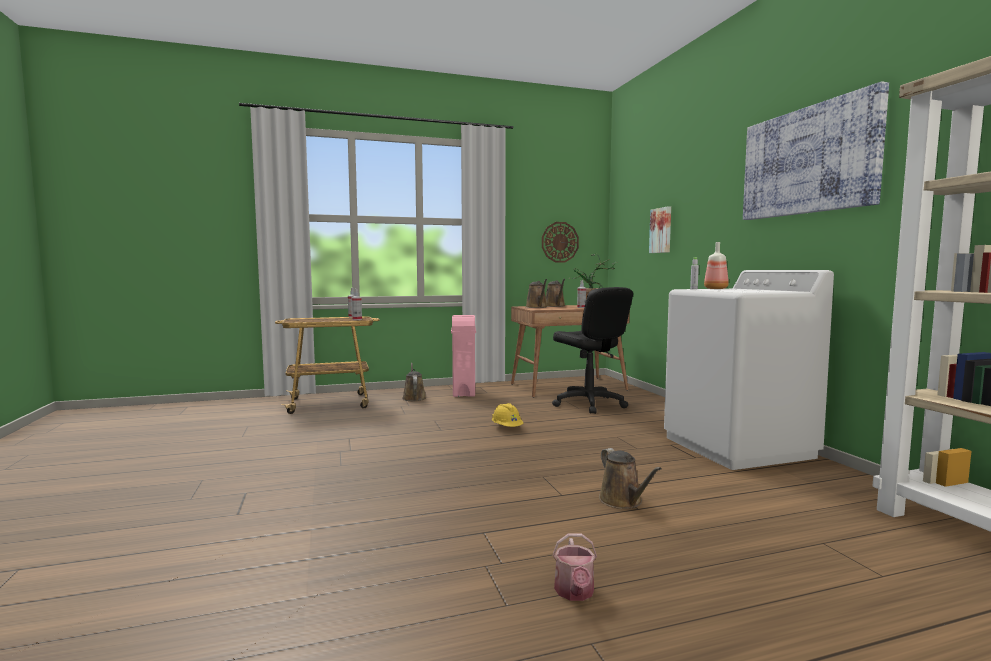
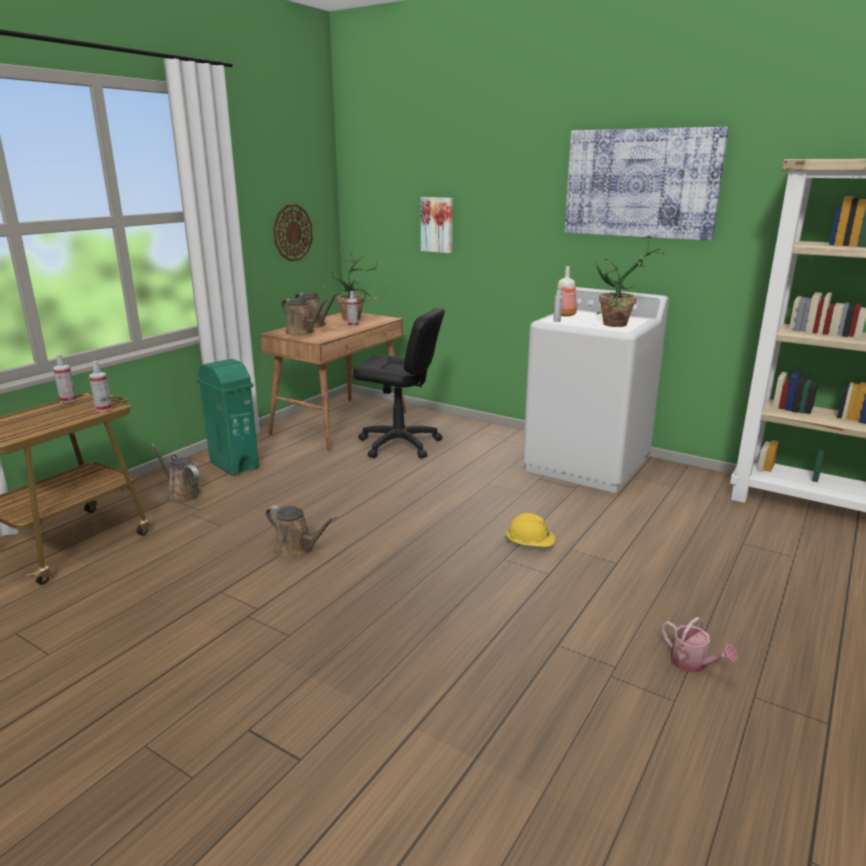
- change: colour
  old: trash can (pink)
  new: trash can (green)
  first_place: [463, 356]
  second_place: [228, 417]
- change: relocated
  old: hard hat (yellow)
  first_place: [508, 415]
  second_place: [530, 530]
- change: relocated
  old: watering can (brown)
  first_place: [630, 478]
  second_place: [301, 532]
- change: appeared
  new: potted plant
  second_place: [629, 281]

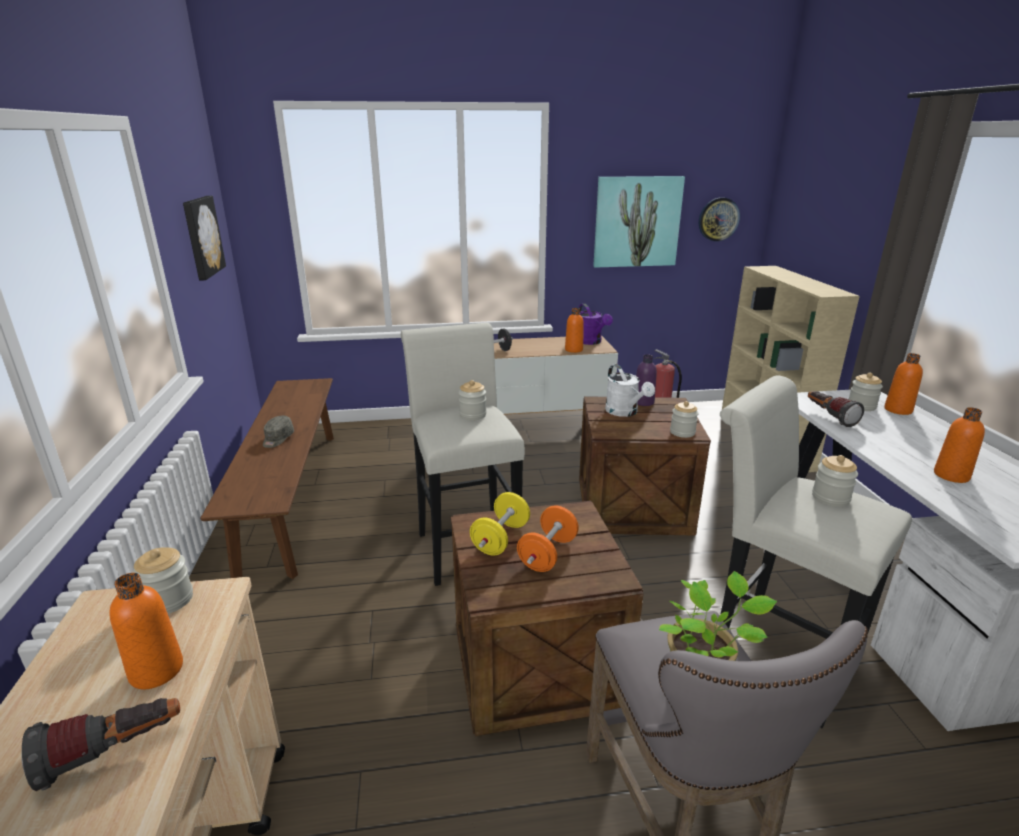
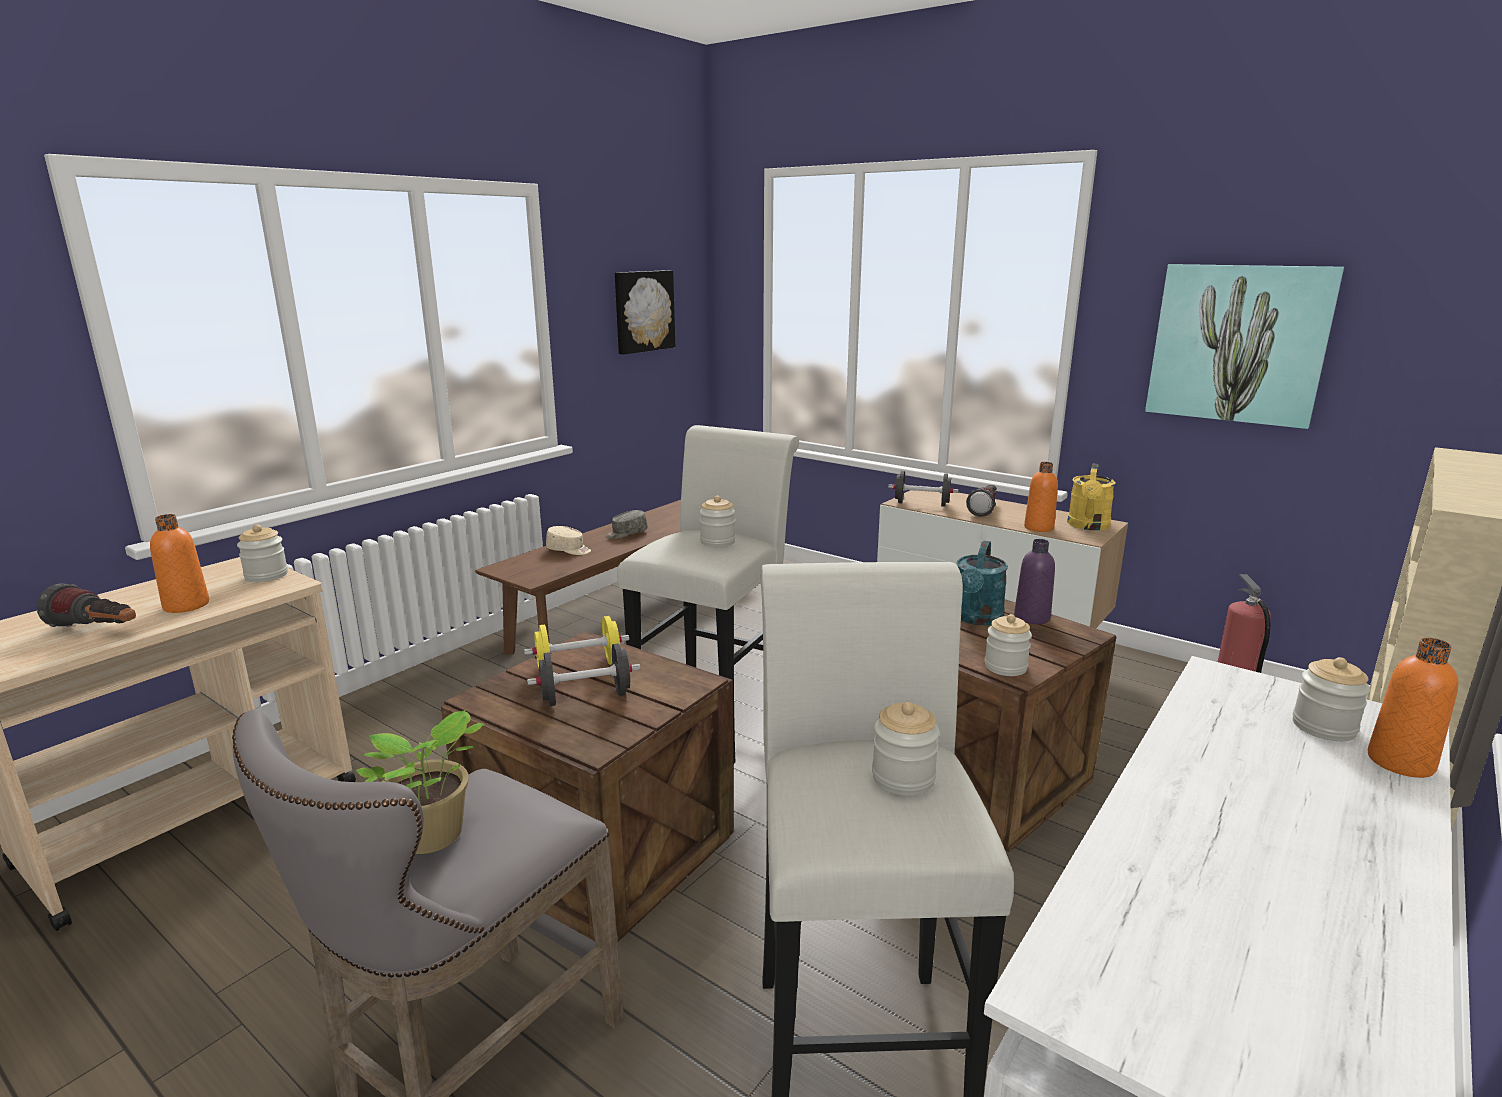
- change: missing
  old: wall clock
  first_place: [719, 219]
- change: colour
  old: watering can (purple)
  new: watering can (yellow)
  first_place: [596, 324]
  second_place: [1091, 496]
- change: colour
  old: watering can (white)
  new: watering can (turquoise)
  first_place: [630, 390]
  second_place: [982, 583]
- change: relocated
  old: flashlight
  first_place: [836, 409]
  second_place: [981, 501]
- change: missing
  old: bottle (orange)
  first_place: [959, 445]
- change: colour
  old: dumbbell (orange)
  new: dumbbell (black)
  first_place: [548, 539]
  second_place: [583, 674]
- change: appeared
  new: cap (beige)
  second_place: [568, 540]

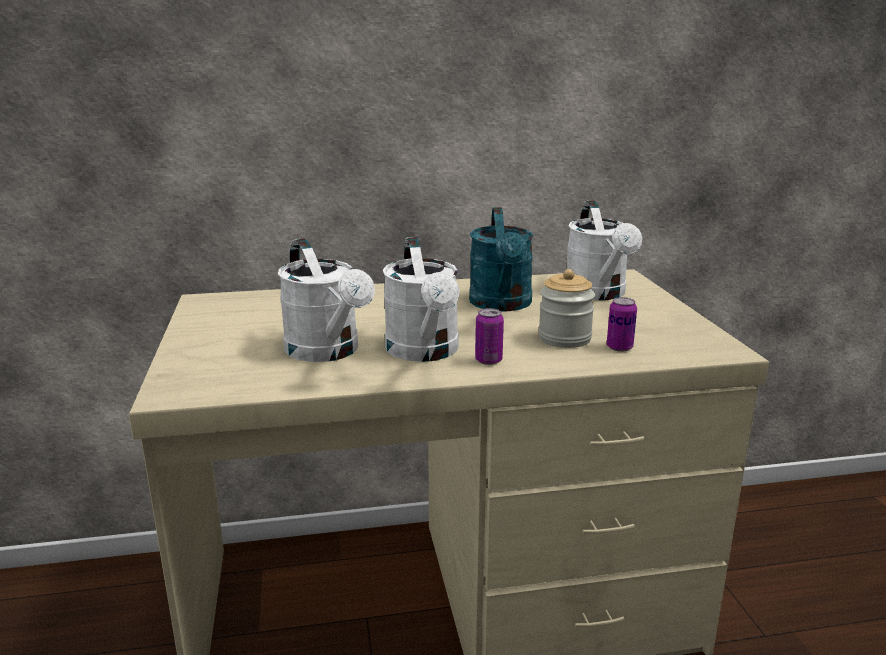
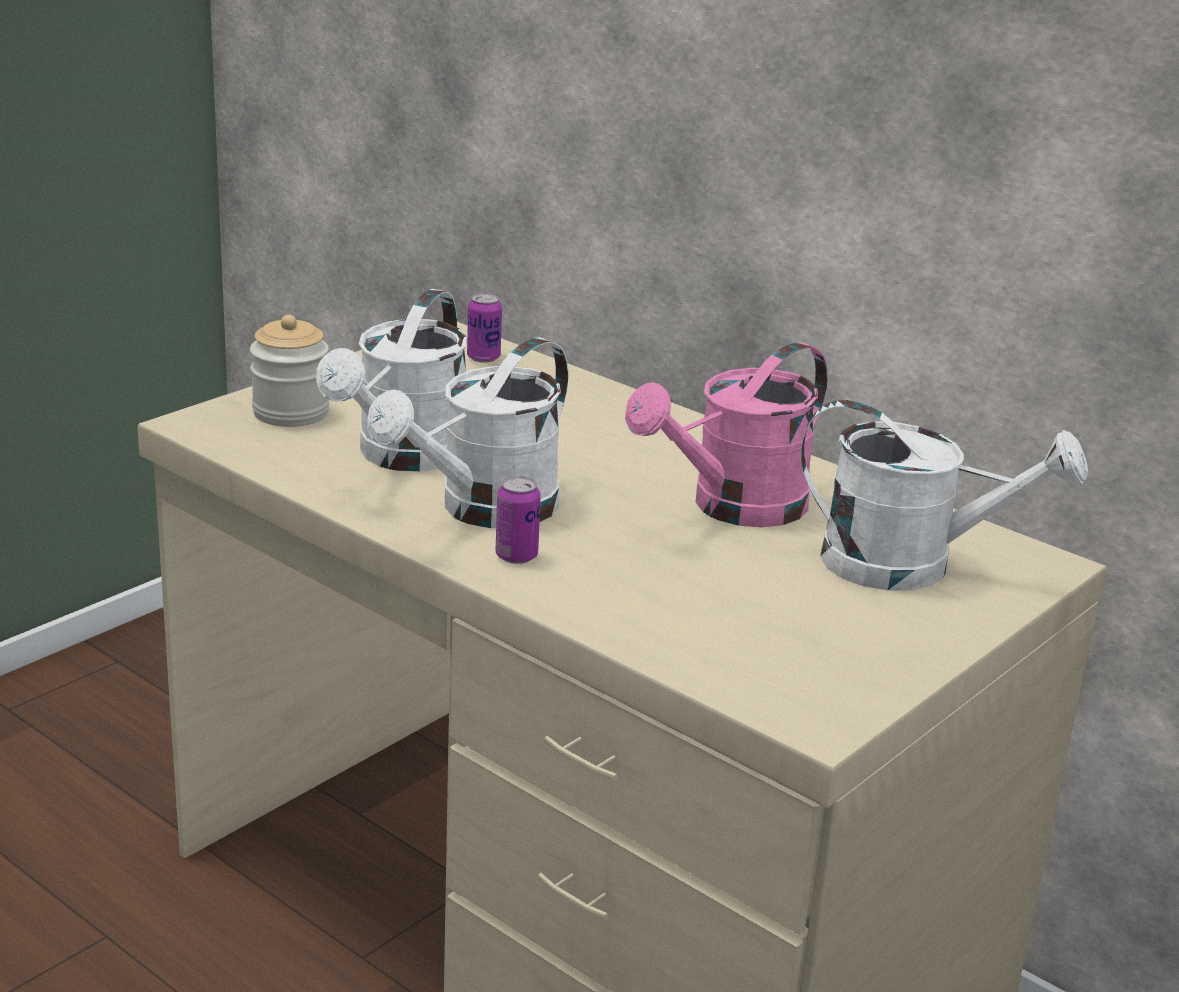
- change: spun
  old: watering can (white)
  first_place: [604, 250]
  second_place: [944, 495]
  degrees: -120
- change: colour
  old: watering can (turquoise)
  new: watering can (pink)
  first_place: [501, 260]
  second_place: [726, 434]
- change: relocated
  old: jar
  first_place: [566, 308]
  second_place: [290, 370]
- change: relocated
  old: can
  first_place: [622, 324]
  second_place: [484, 328]

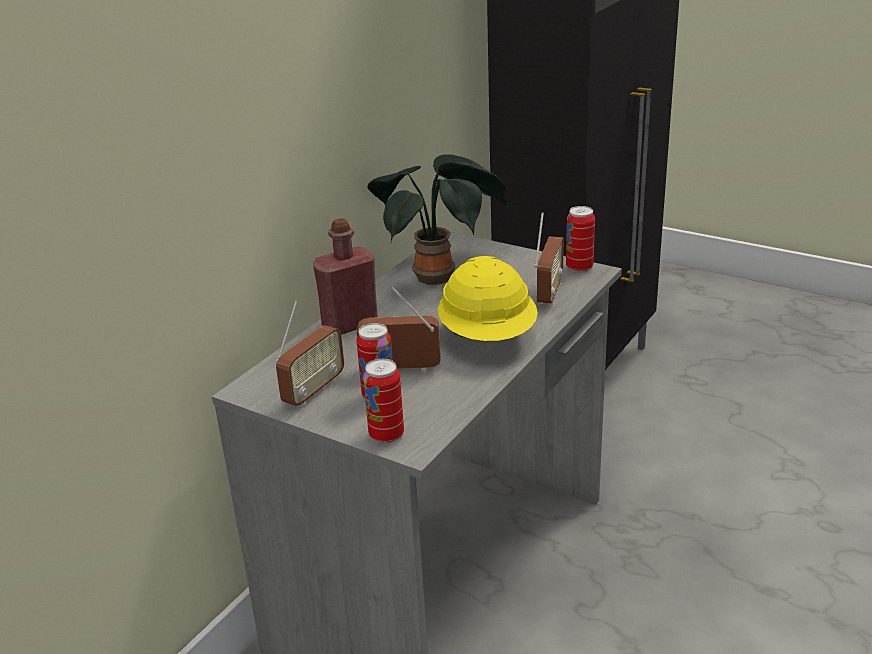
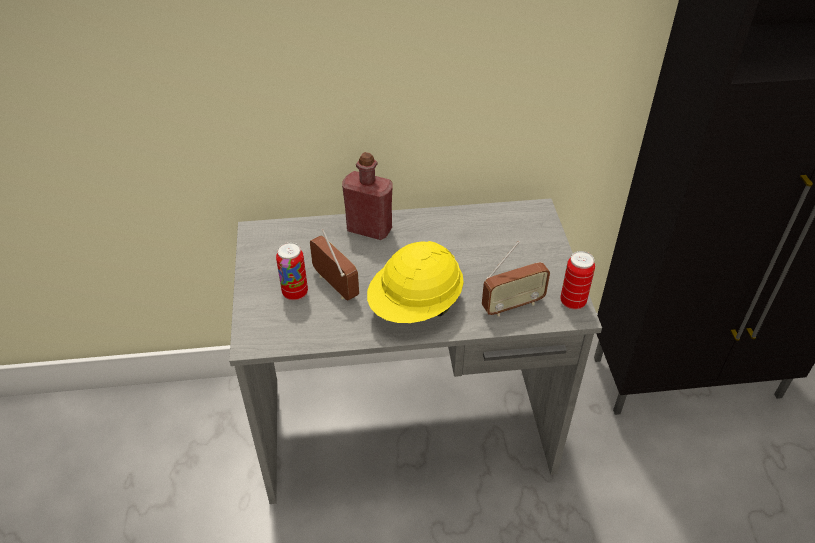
- change: missing
  old: potted plant
  first_place: [437, 219]
- change: missing
  old: radio
  first_place: [310, 353]
- change: missing
  old: can
  first_place: [383, 401]

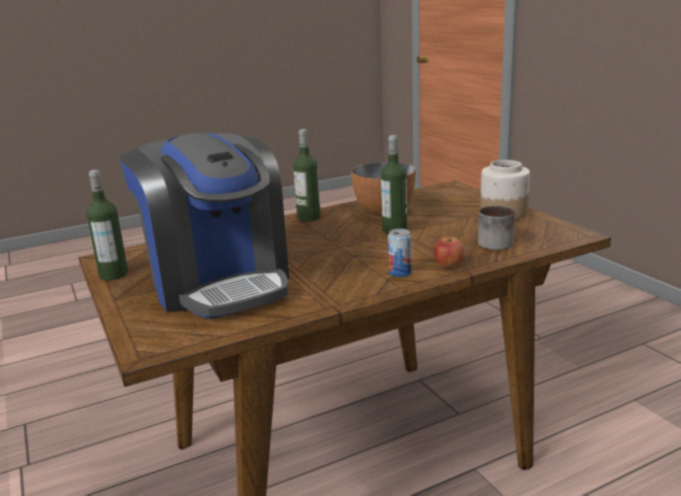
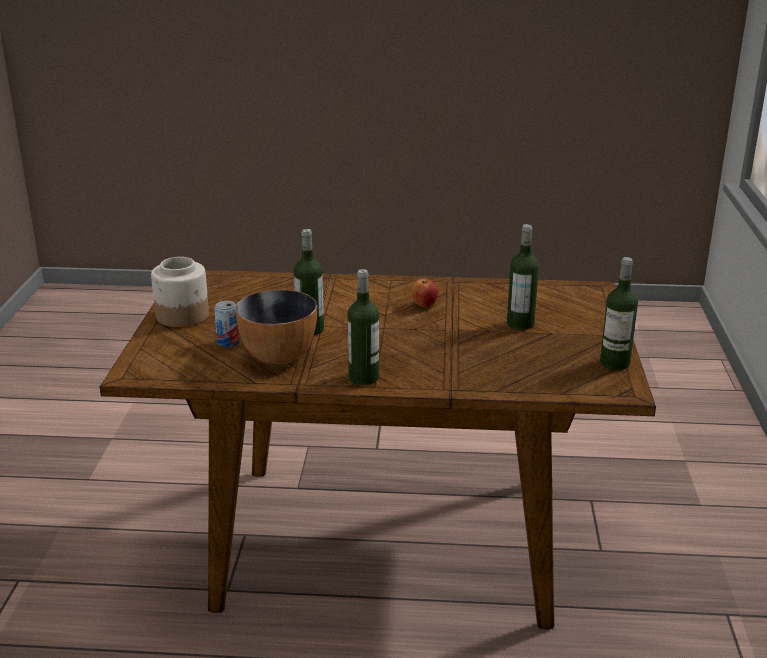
- change: exchanged
  old: coffee machine
  new: bottle
  first_place: [204, 226]
  second_place: [523, 277]
- change: missing
  old: mug
  first_place: [496, 228]
- change: relocated
  old: can
  first_place: [400, 253]
  second_place: [226, 323]
- change: relocated
  old: apple
  first_place: [449, 252]
  second_place: [424, 293]

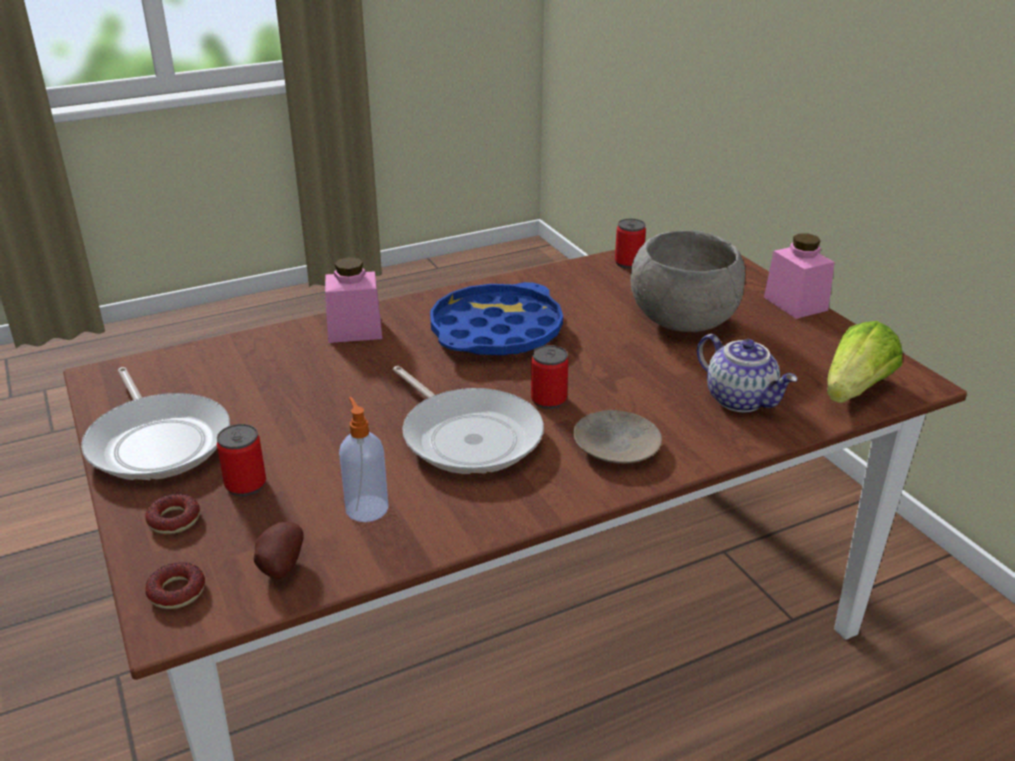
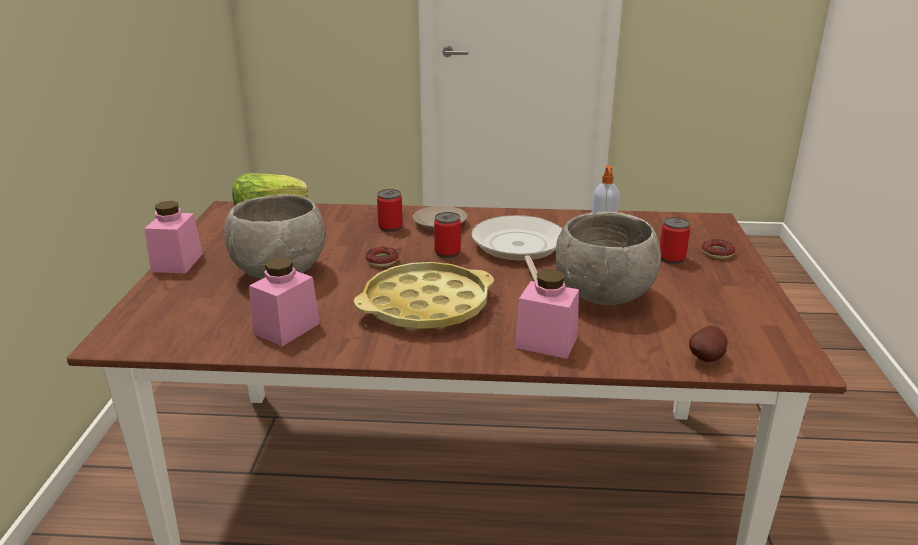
- change: relocated
  old: can
  first_place: [630, 244]
  second_place: [390, 210]
- change: colour
  old: tray (blue)
  new: tray (yellow)
  first_place: [496, 318]
  second_place: [424, 296]
- change: missing
  old: teapot
  first_place: [747, 373]
- change: missing
  old: frying pan
  first_place: [155, 424]
- change: relocated
  old: potato
  first_place: [279, 550]
  second_place: [708, 344]
- change: relocated
  old: donut
  first_place: [175, 585]
  second_place: [382, 257]
- change: appeared
  new: bowl (grey)
  second_place: [608, 258]
- change: appeared
  new: jar (pink)
  second_place: [284, 301]

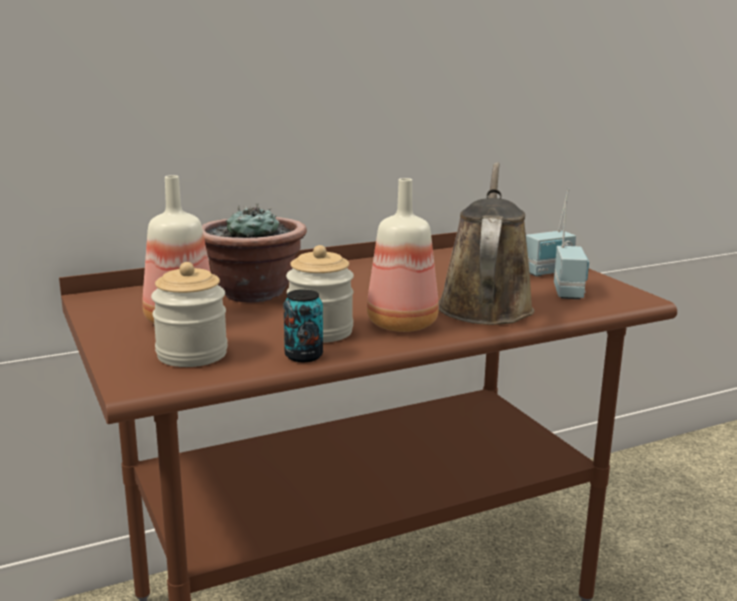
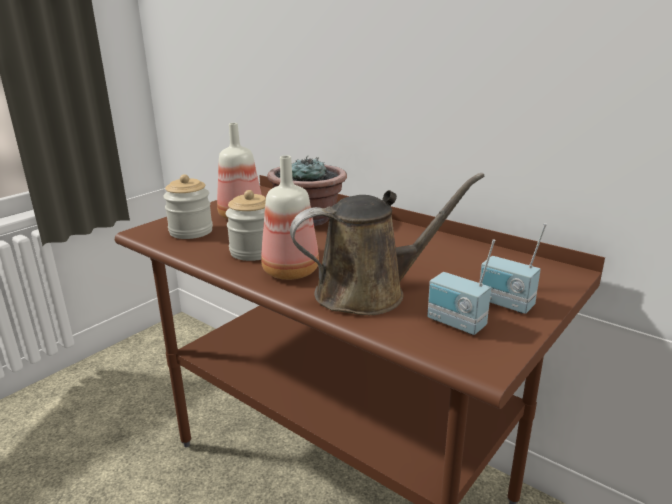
- change: spun
  old: radio
  first_place: [571, 250]
  second_place: [461, 287]
  degrees: 60
- change: missing
  old: can
  first_place: [303, 325]

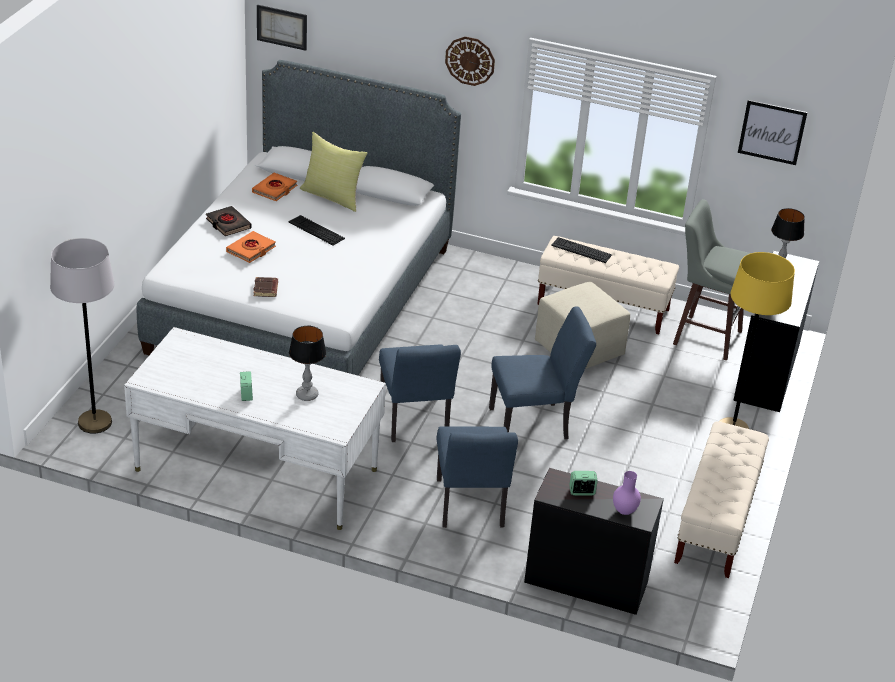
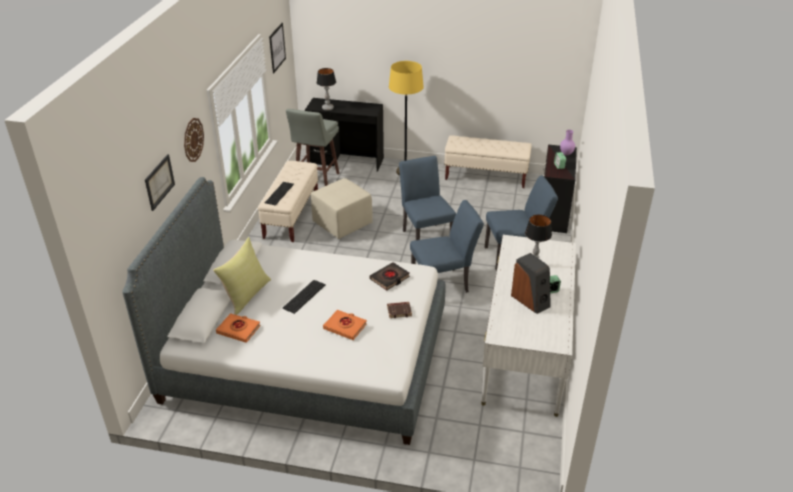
- change: relocated
  old: picture
  first_place: [282, 28]
  second_place: [160, 182]
- change: relocated
  old: book (black)
  first_place: [229, 221]
  second_place: [389, 276]
- change: missing
  old: floor lamp (grey)
  first_place: [82, 336]
- change: appeared
  new: speaker
  second_place: [531, 283]

